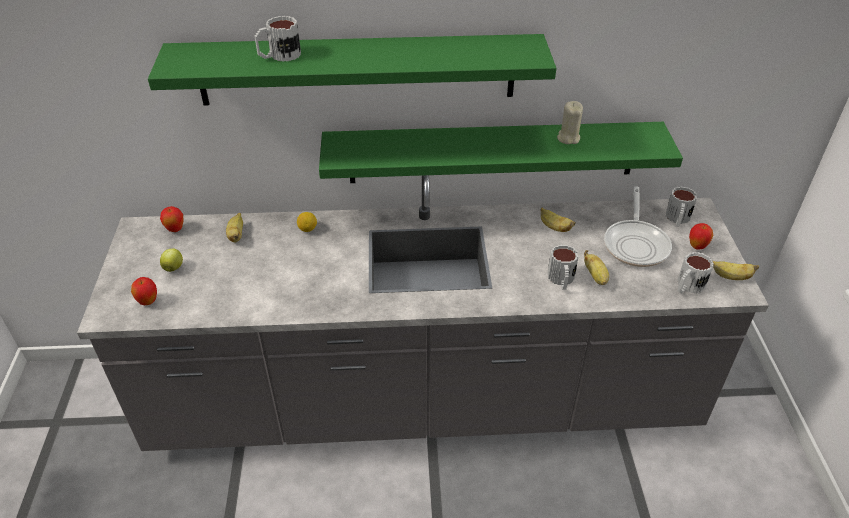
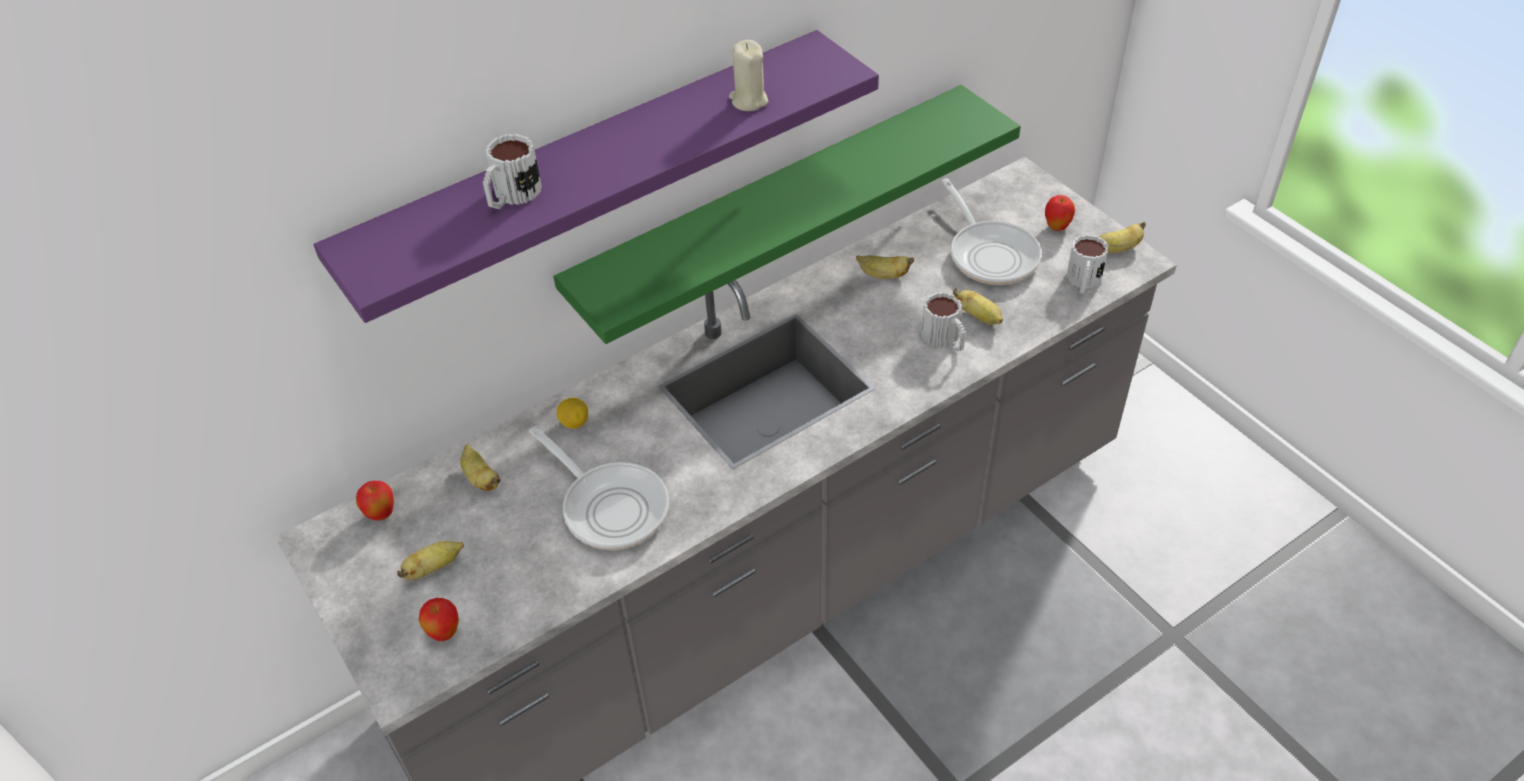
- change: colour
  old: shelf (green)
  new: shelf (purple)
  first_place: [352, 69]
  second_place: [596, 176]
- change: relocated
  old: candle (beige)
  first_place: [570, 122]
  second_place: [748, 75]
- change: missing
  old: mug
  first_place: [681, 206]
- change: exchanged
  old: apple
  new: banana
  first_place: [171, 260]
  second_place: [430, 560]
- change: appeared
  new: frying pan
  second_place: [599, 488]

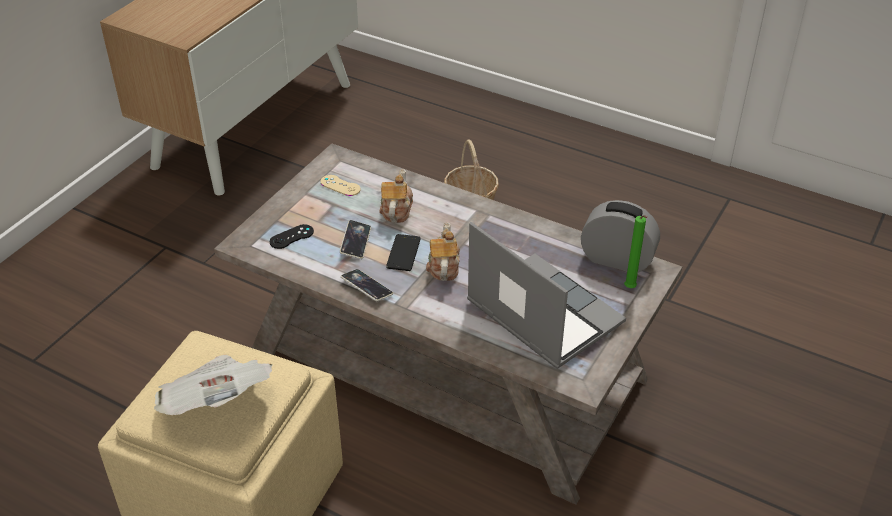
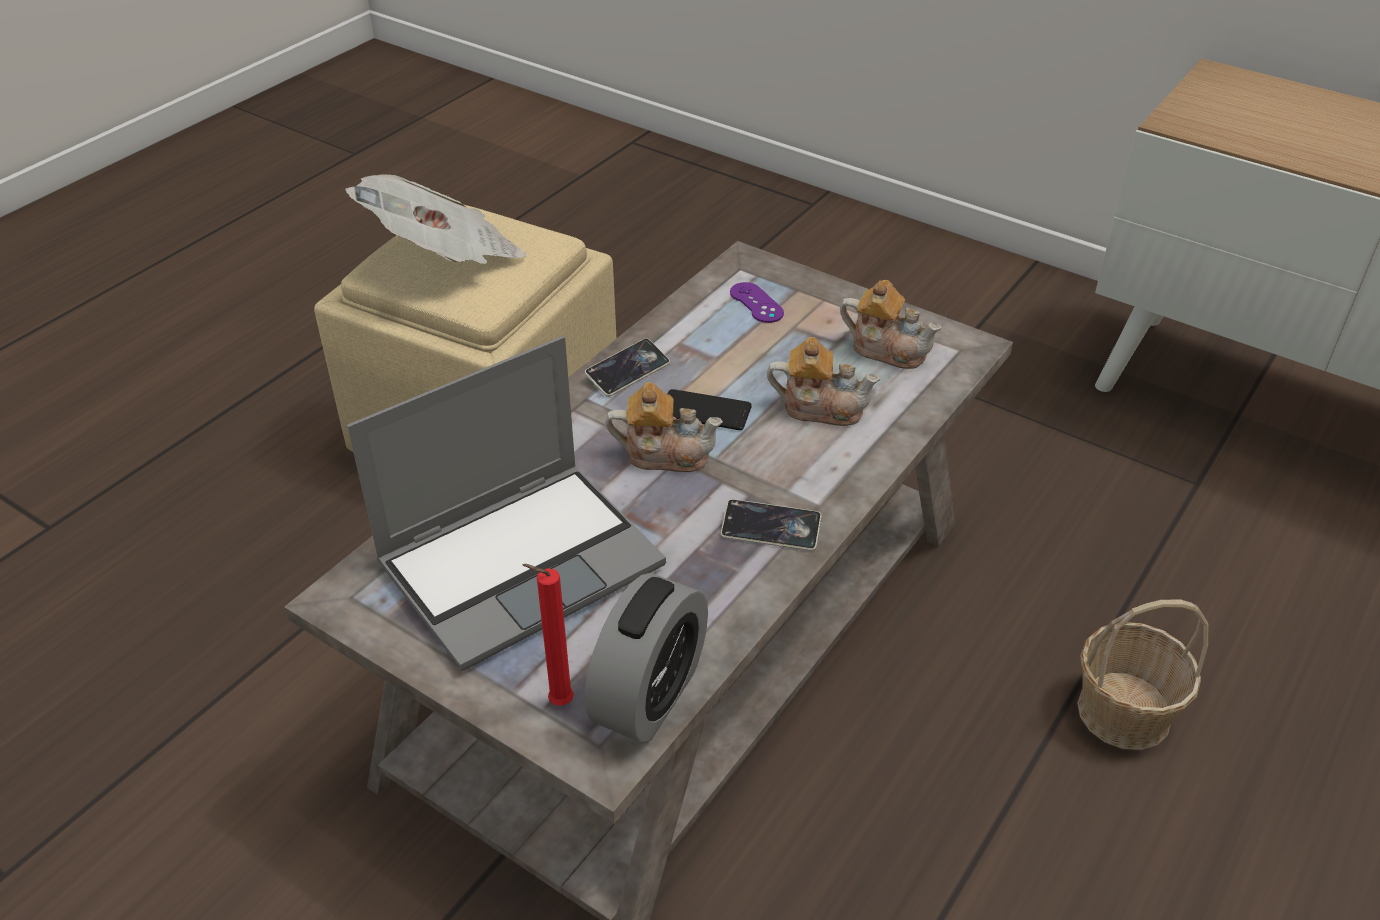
- change: exchanged
  old: game controller (beige)
  new: teapot
  first_place: [341, 185]
  second_place: [890, 324]
- change: colour
  old: candle (green)
  new: candle (red)
  first_place: [635, 251]
  second_place: [548, 635]
- change: relocated
  old: phone
  first_place: [355, 239]
  second_place: [771, 525]
- change: colour
  old: game controller (black)
  new: game controller (purple)
  first_place: [292, 236]
  second_place: [757, 302]

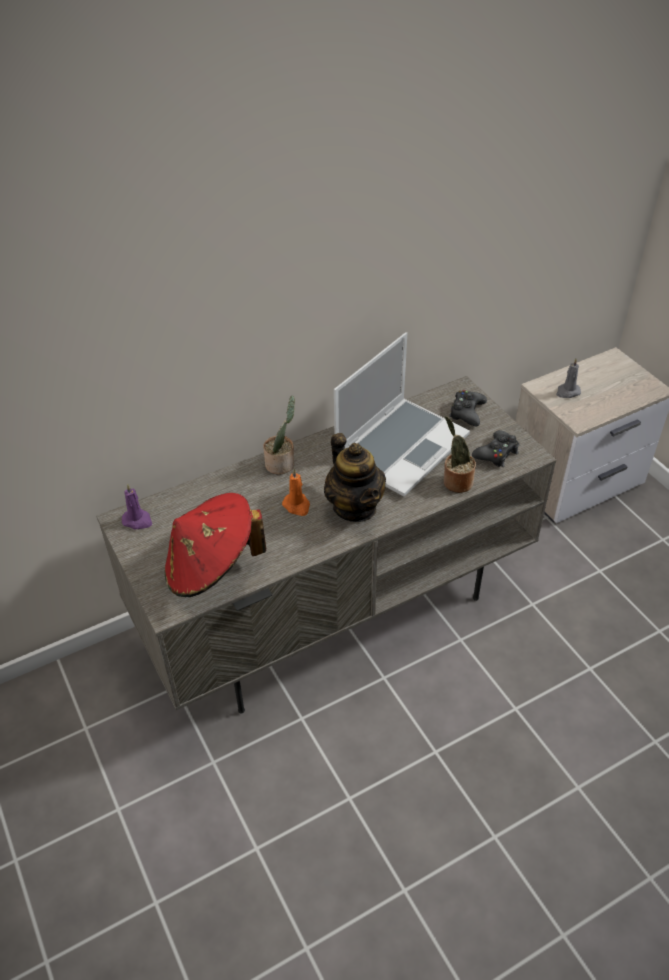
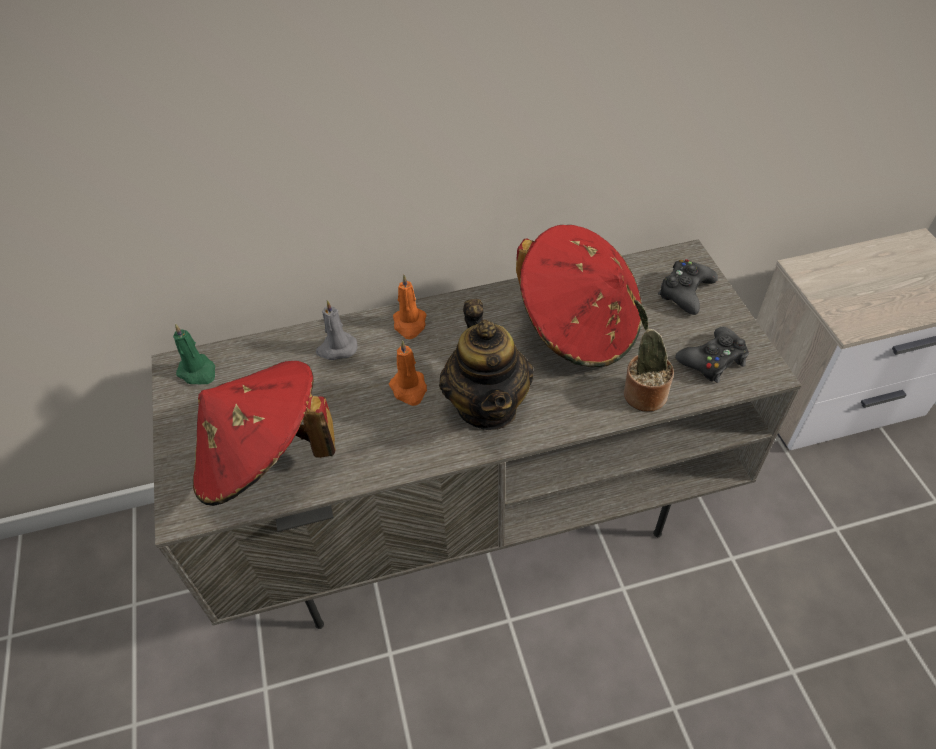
- change: exchanged
  old: laptop
  new: hat (red)
  first_place: [402, 414]
  second_place: [579, 296]
- change: relocated
  old: candle (grey)
  first_place: [568, 378]
  second_place: [336, 330]
- change: exchanged
  old: potted plant
  new: candle (orange)
  first_place: [279, 435]
  second_place: [410, 307]
- change: colour
  old: candle (purple)
  new: candle (green)
  first_place: [137, 506]
  second_place: [194, 354]

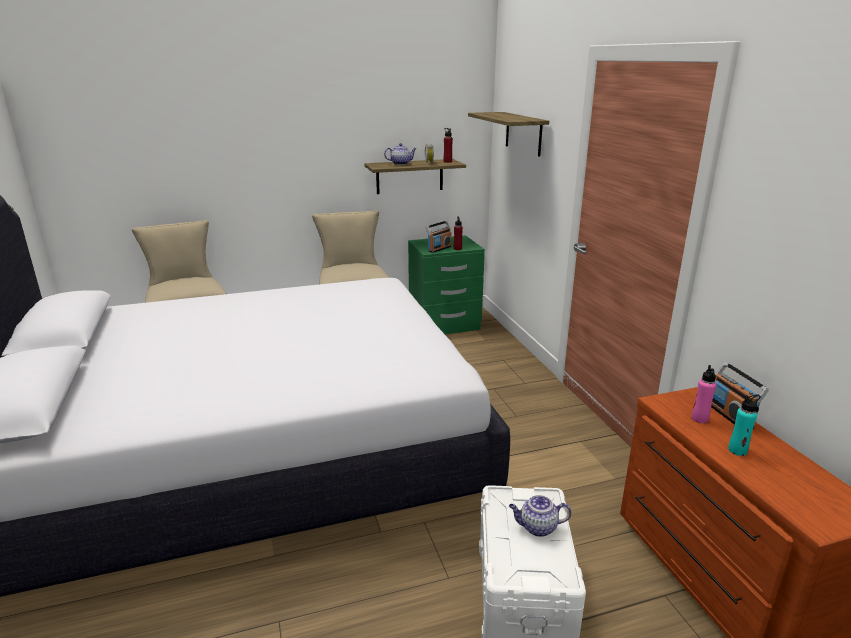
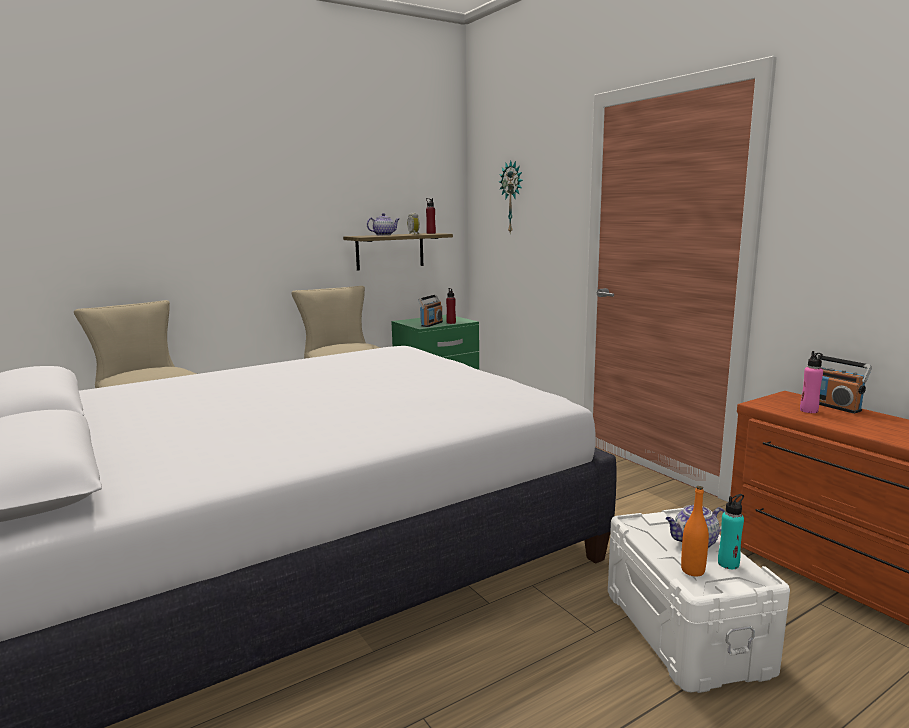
- change: exchanged
  old: shelf
  new: wall clock
  first_place: [508, 134]
  second_place: [511, 196]
- change: relocated
  old: bottle (turquoise)
  first_place: [744, 425]
  second_place: [731, 531]
- change: appeared
  new: bottle (orange)
  second_place: [695, 531]

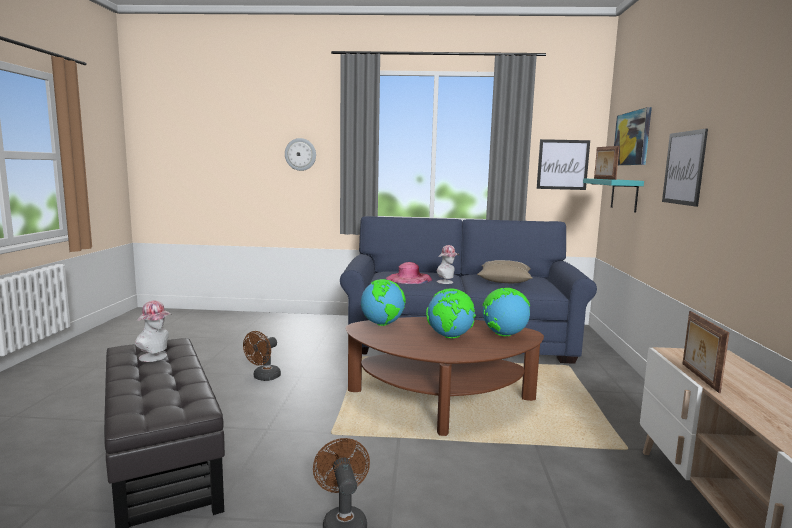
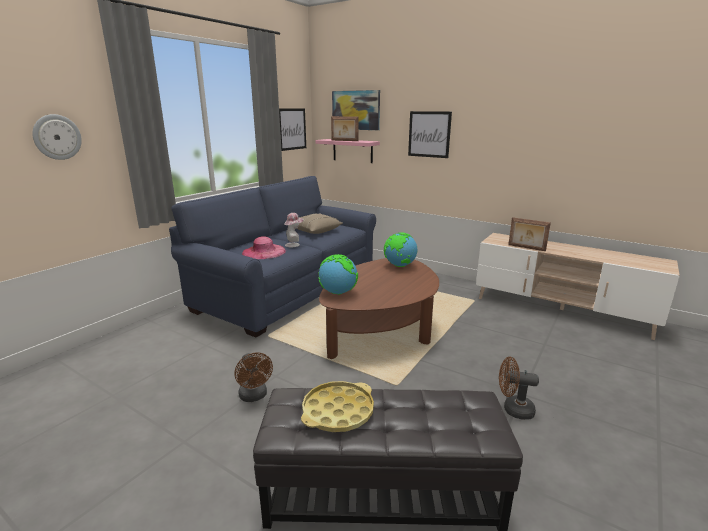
- change: colour
  old: shelf (turquoise)
  new: shelf (pink)
  first_place: [613, 196]
  second_place: [348, 151]
- change: missing
  old: globe
  first_place: [451, 313]
- change: exchanged
  old: hat
  new: tray (yellow)
  first_place: [153, 331]
  second_place: [337, 406]

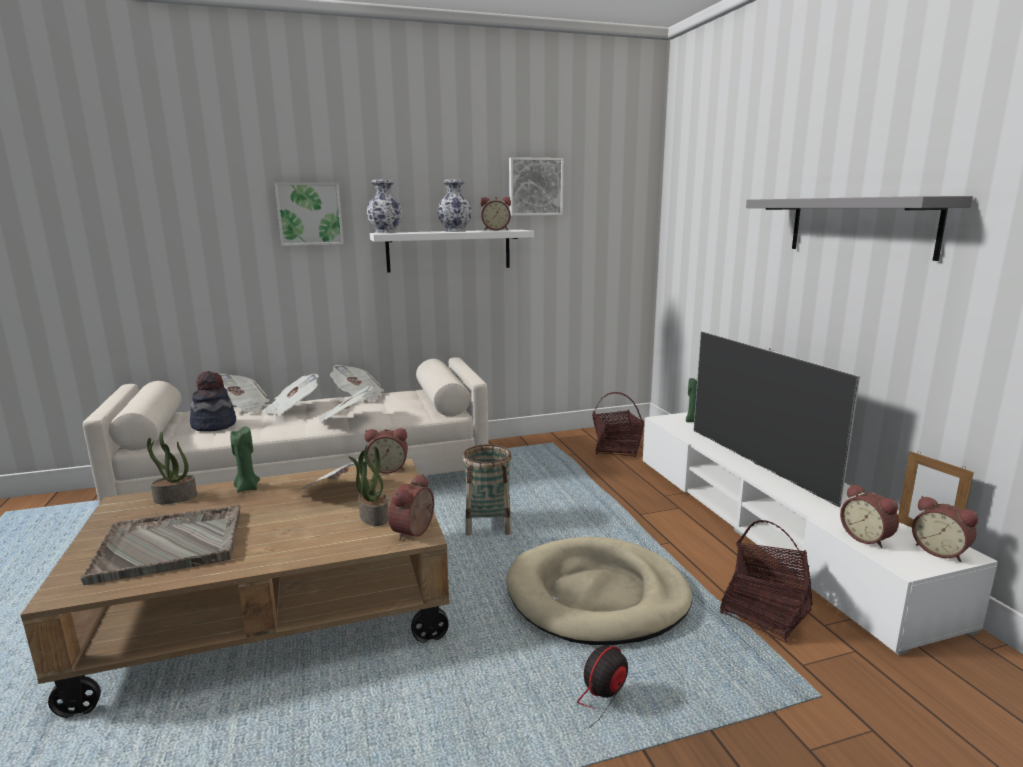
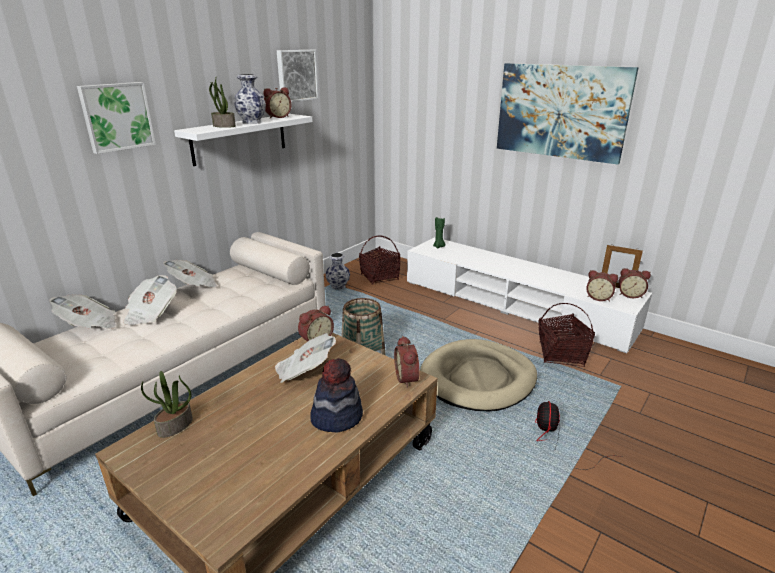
- change: relocated
  old: vase
  first_place: [384, 206]
  second_place: [338, 271]
- change: exchanged
  old: shelf (grey)
  new: picture
  first_place: [859, 228]
  second_place: [568, 114]
- change: missing
  old: television
  first_place: [777, 419]
- change: relocated
  old: hat
  first_place: [213, 401]
  second_place: [336, 395]
- change: missing
  old: newspaper
  first_place: [346, 404]
- change: missing
  old: candle (green)
  first_place: [245, 459]
- change: relocated
  old: potted plant
  first_place: [368, 485]
  second_place: [222, 103]
- change: missing
  old: tray (grey)
  first_place: [161, 545]

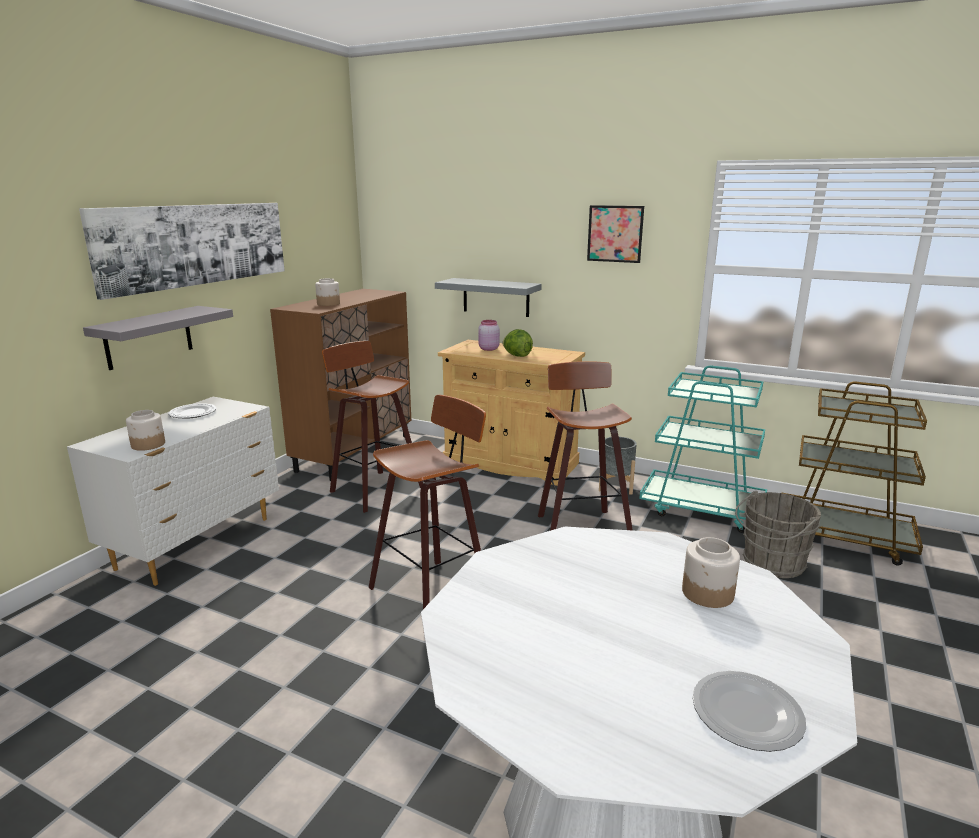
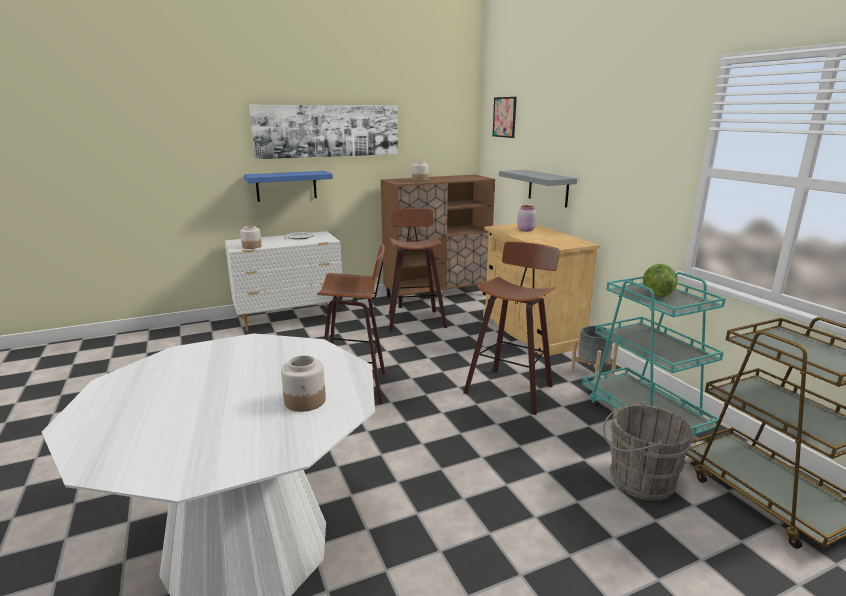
- change: relocated
  old: picture
  first_place: [615, 234]
  second_place: [505, 117]
- change: colour
  old: shelf (grey)
  new: shelf (blue)
  first_place: [158, 338]
  second_place: [288, 186]
- change: relocated
  old: lettuce
  first_place: [518, 343]
  second_place: [660, 280]
- change: missing
  old: plate
  first_place: [749, 711]

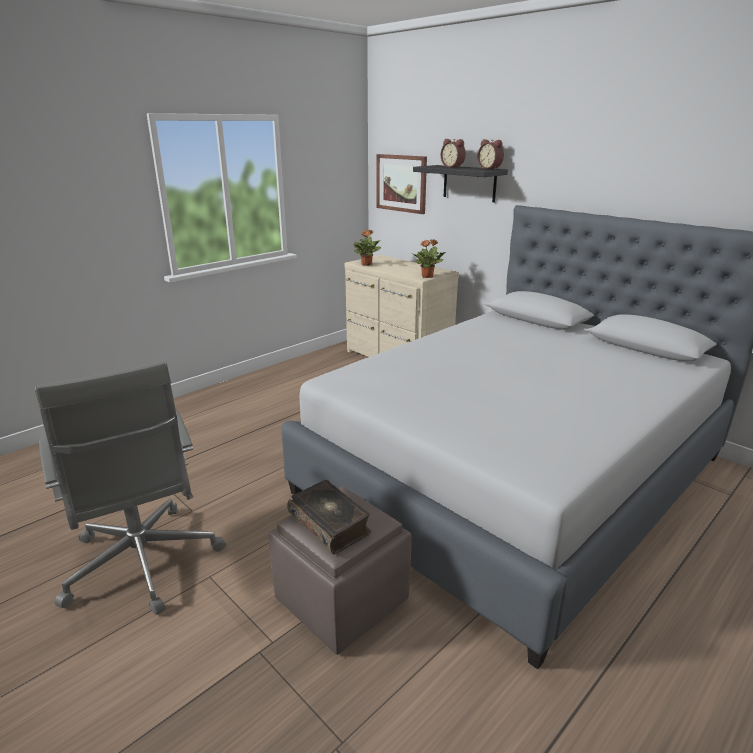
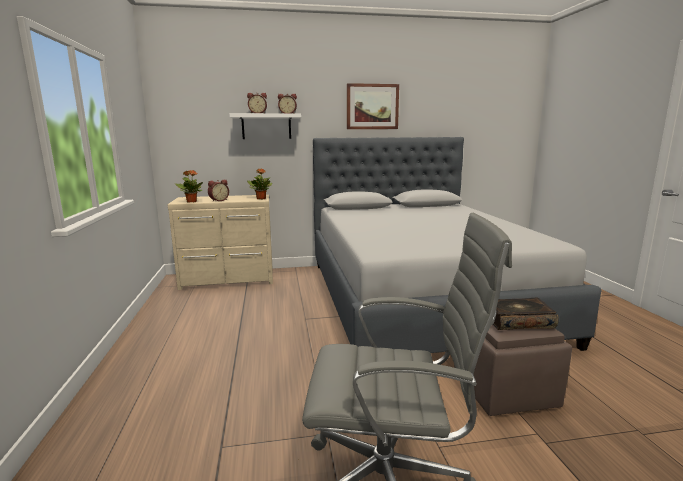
- change: relocated
  old: picture
  first_place: [402, 184]
  second_place: [373, 106]
- change: colour
  old: shelf (black)
  new: shelf (white)
  first_place: [460, 183]
  second_place: [265, 126]
- change: appeared
  new: alarm clock
  second_place: [218, 191]

